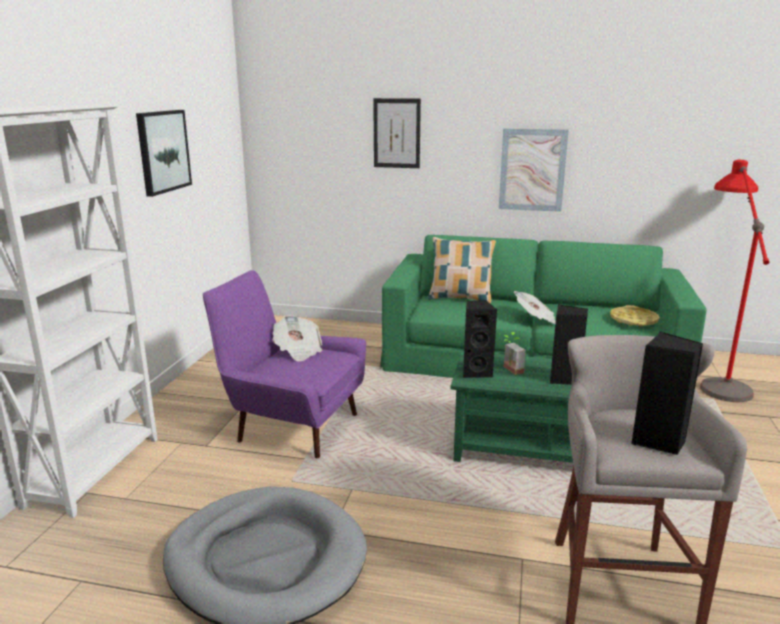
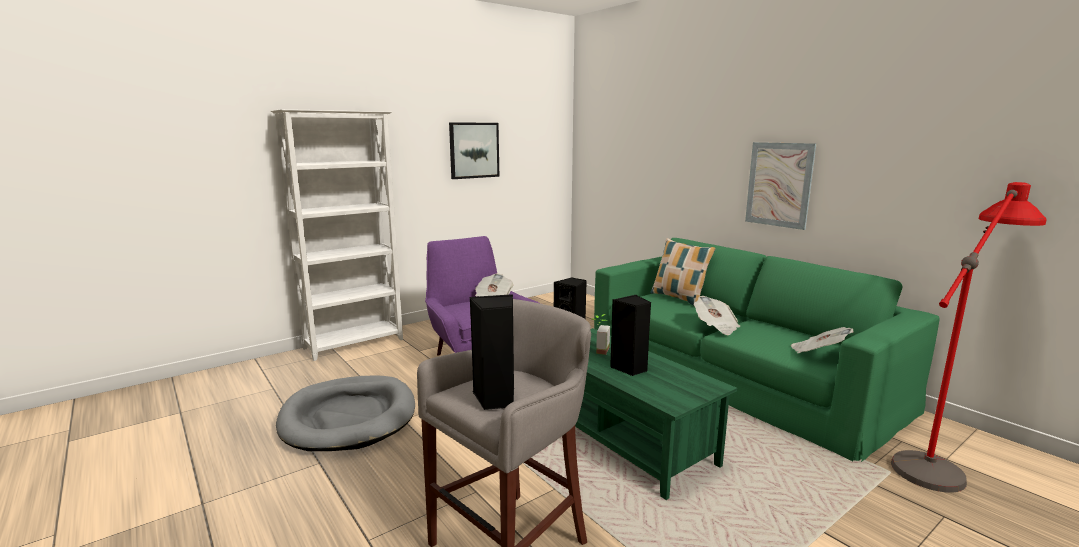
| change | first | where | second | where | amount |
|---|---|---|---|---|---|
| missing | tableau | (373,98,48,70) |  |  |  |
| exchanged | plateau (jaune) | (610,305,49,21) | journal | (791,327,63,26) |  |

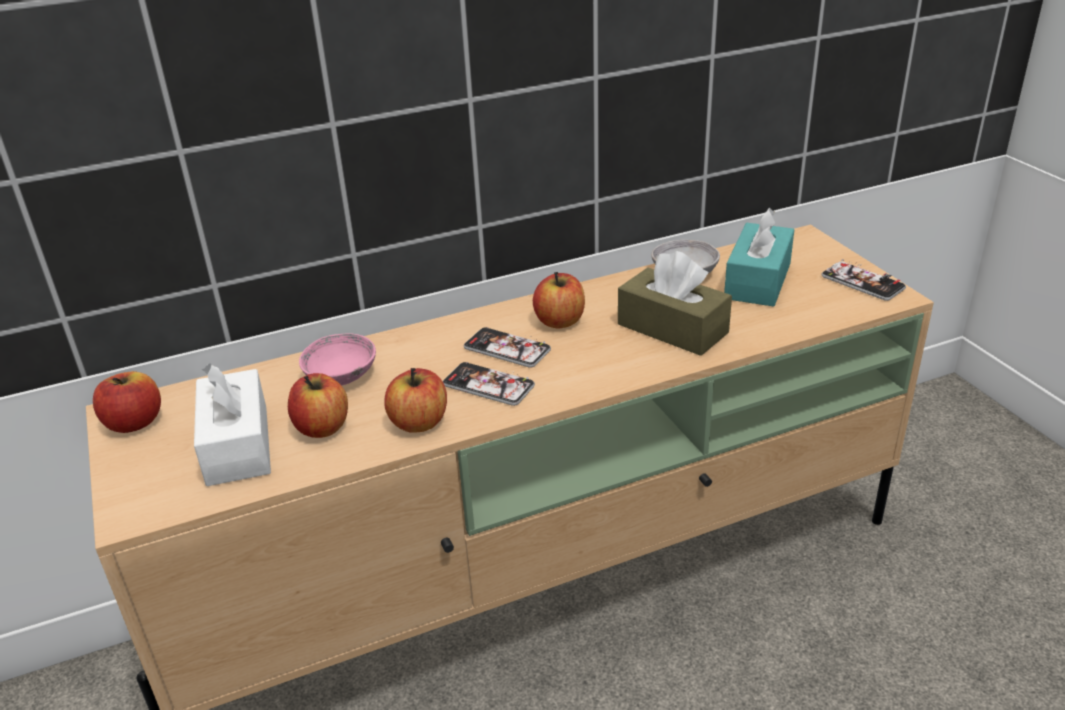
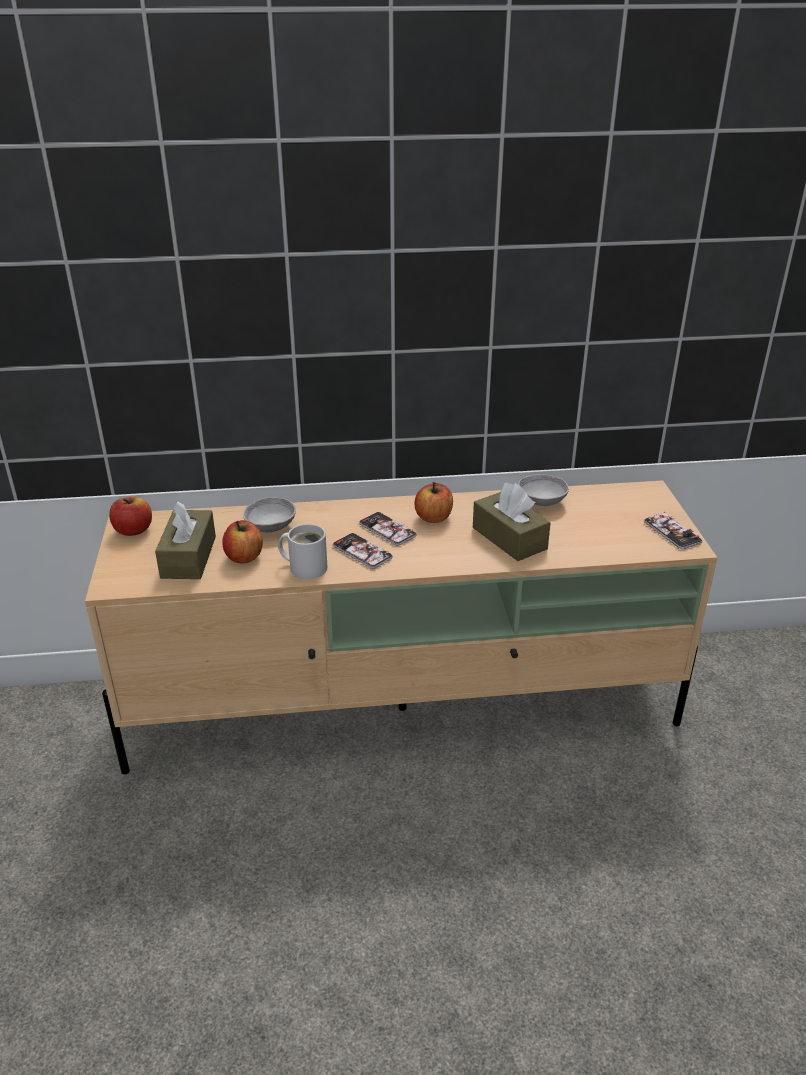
| change | first | where | second | where | amount |
|---|---|---|---|---|---|
| colour | boîte à mouchoirs (blanc) | (194,363,77,123) | boîte à mouchoirs (marron) | (155,501,61,78) |  |
| colour | bol (rose) | (299,333,77,52) | bol (gris) | (243,497,53,35) |  |
| exchanged | pomme | (384,368,63,64) | mug (blanc) | (278,524,49,55) |  |
| missing | boîte à mouchoirs (turquoise) | (724,208,70,99) |  |  |  |

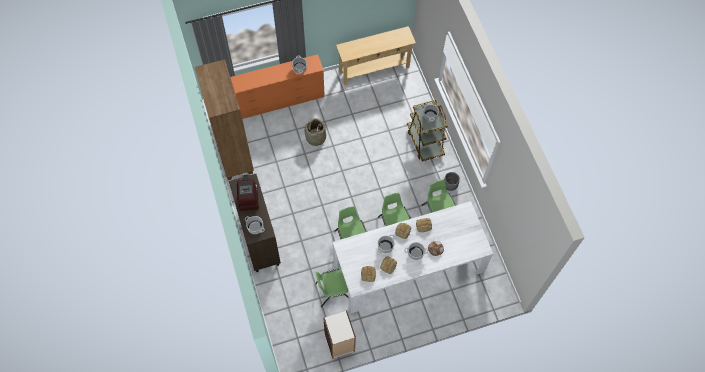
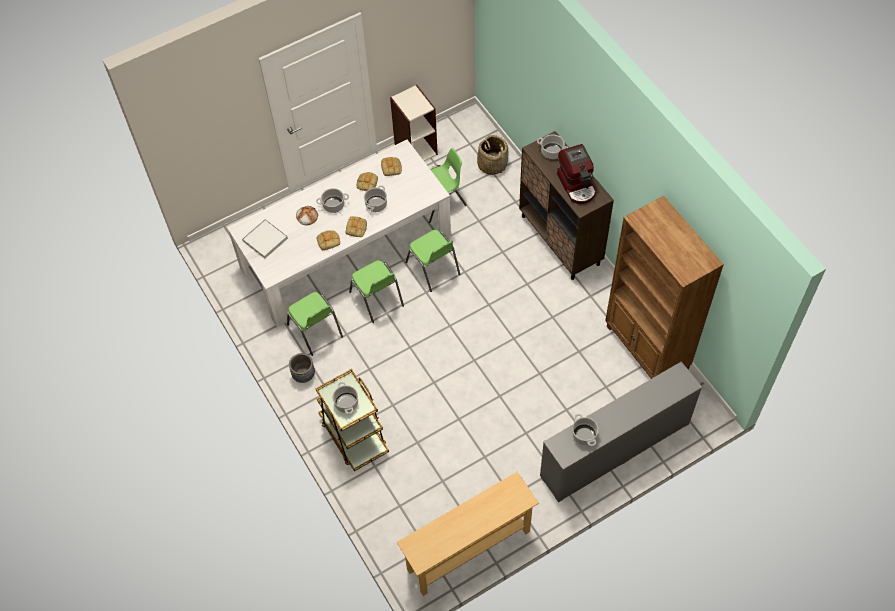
| change | first | where | second | where | amount |
|---|---|---|---|---|---|
| colour | commode (orange) | (230,54,95,65) | commode (gris) | (540,361,162,142) |  |
| relocated | panier | (305,118,21,29) |  | (477,135,31,40) |  |
| appeared |  |  | plateau (blanc) | (242,219,46,39) |  |

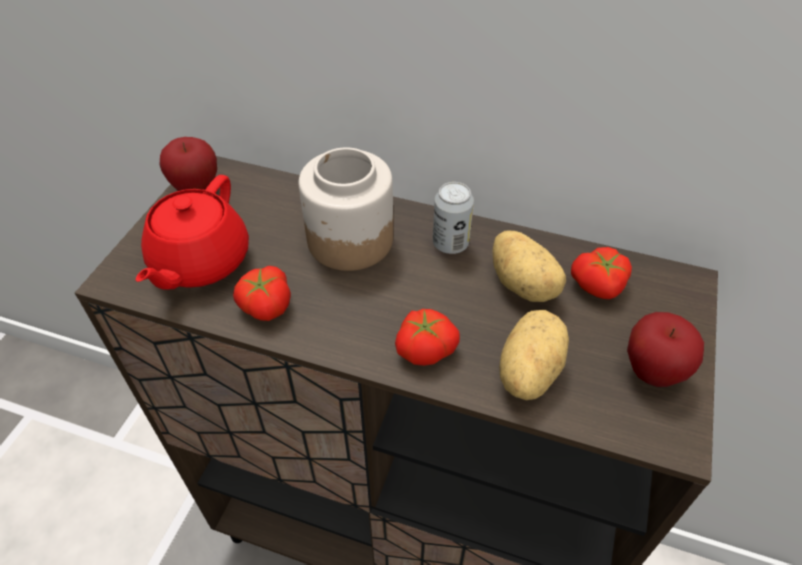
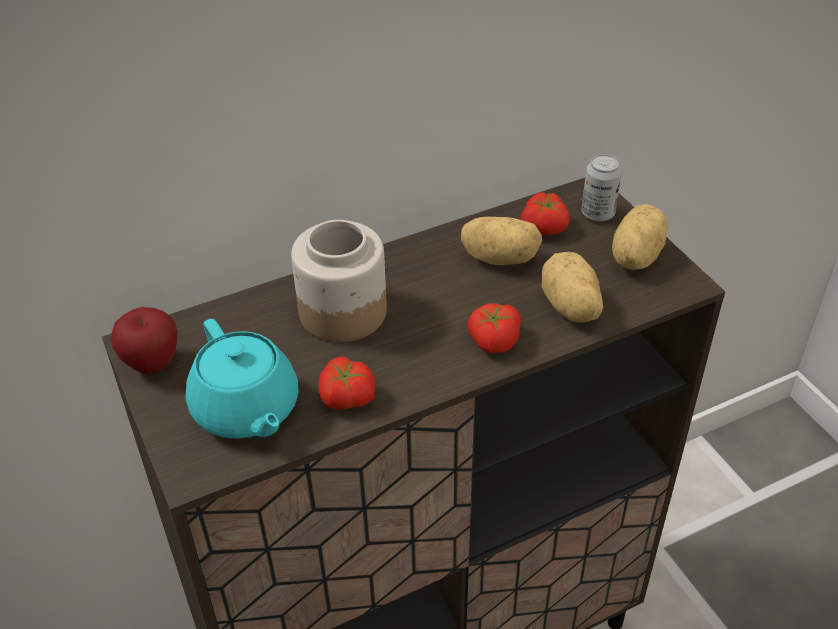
| change | first | where | second | where | amount |
|---|---|---|---|---|---|
| colour | théière (rouge) | (136,175,113,115) | théière (turquoise) | (185,319,113,120) |  |
| relocated | boîte métallique | (433,182,41,72) |  | (582,154,40,68) |  |
| exchanged | pomme | (627,312,77,75) | pomme de terre | (612,204,56,66) |  |

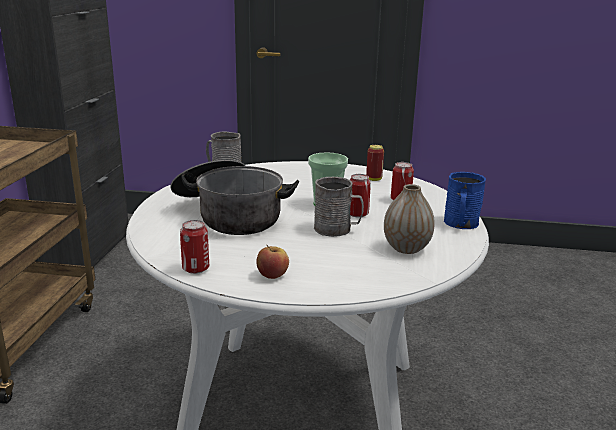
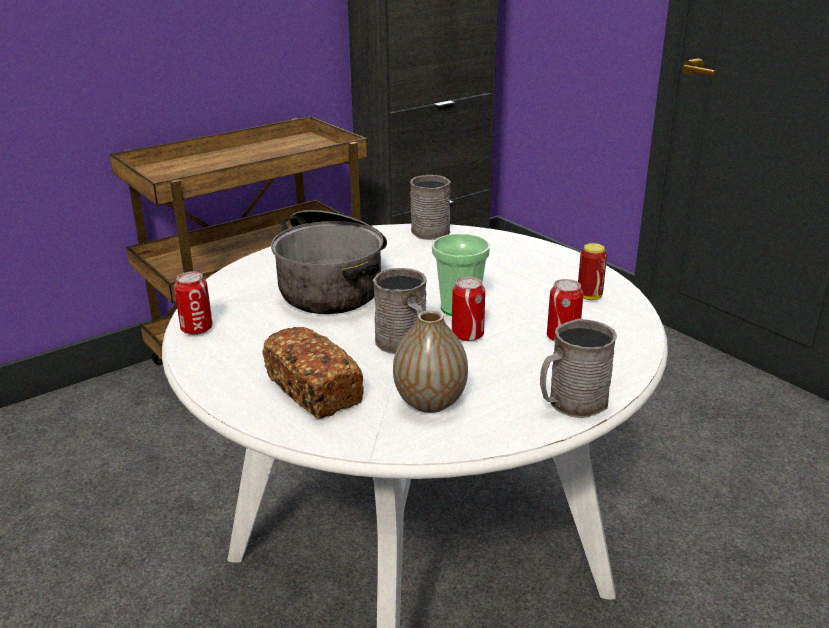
| change | first | where | second | where | amount |
|---|---|---|---|---|---|
| missing | pomme | (256,245,33,34) |  |  |  |
| colour | mug (bleu) | (444,172,42,57) | mug (gris) | (540,319,77,99) |  |
| appeared |  |  | pain | (262,327,102,92) |  |

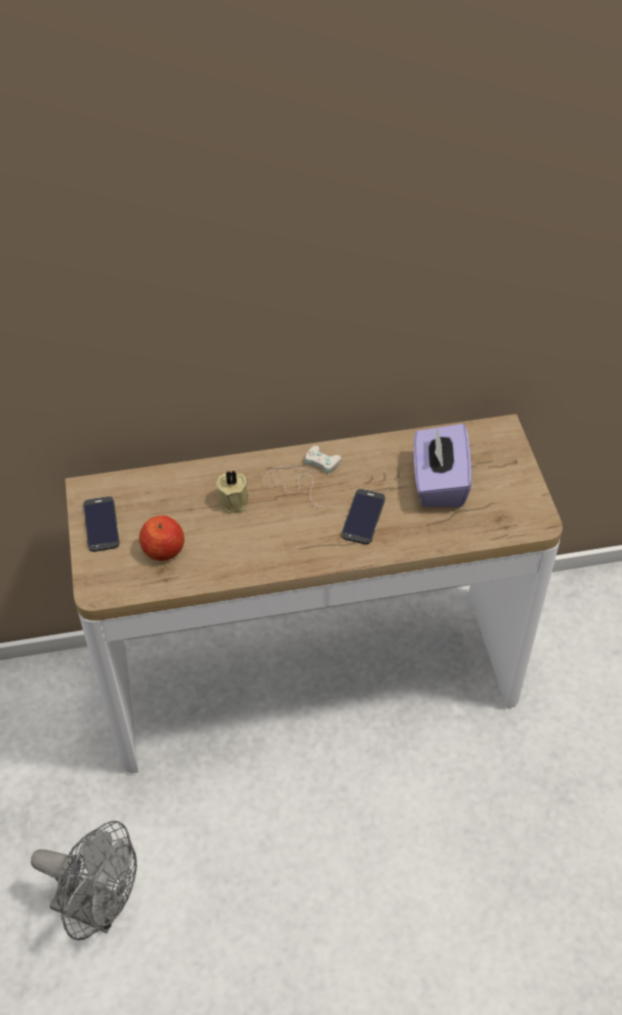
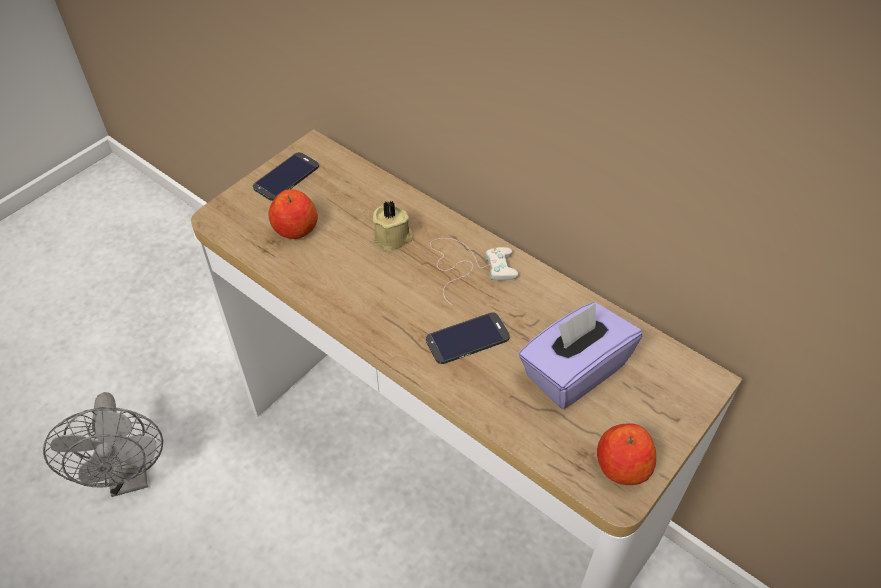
| change | first | where | second | where | amount |
|---|---|---|---|---|---|
| appeared |  |  | pomme | (597,423,59,62) |  |

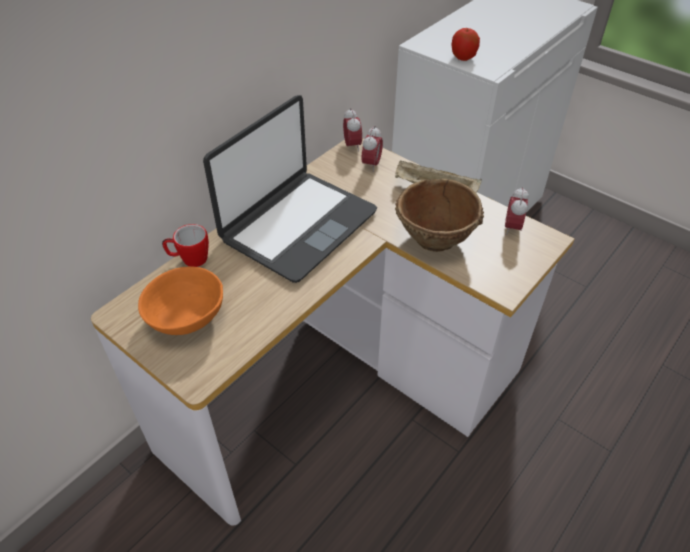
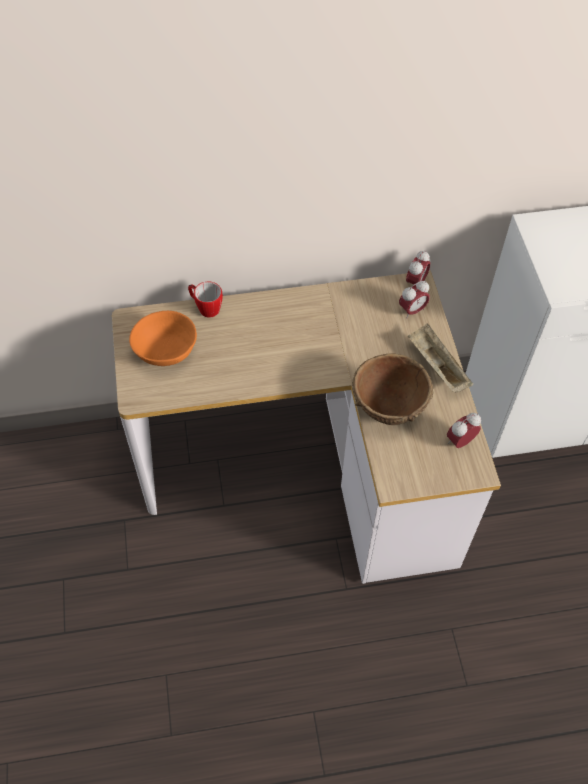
| change | first | where | second | where | amount |
|---|---|---|---|---|---|
| missing | ordinateur portable | (203,95,174,188) |  |  |  |
| missing | pomme | (451,28,29,33) |  |  |  |

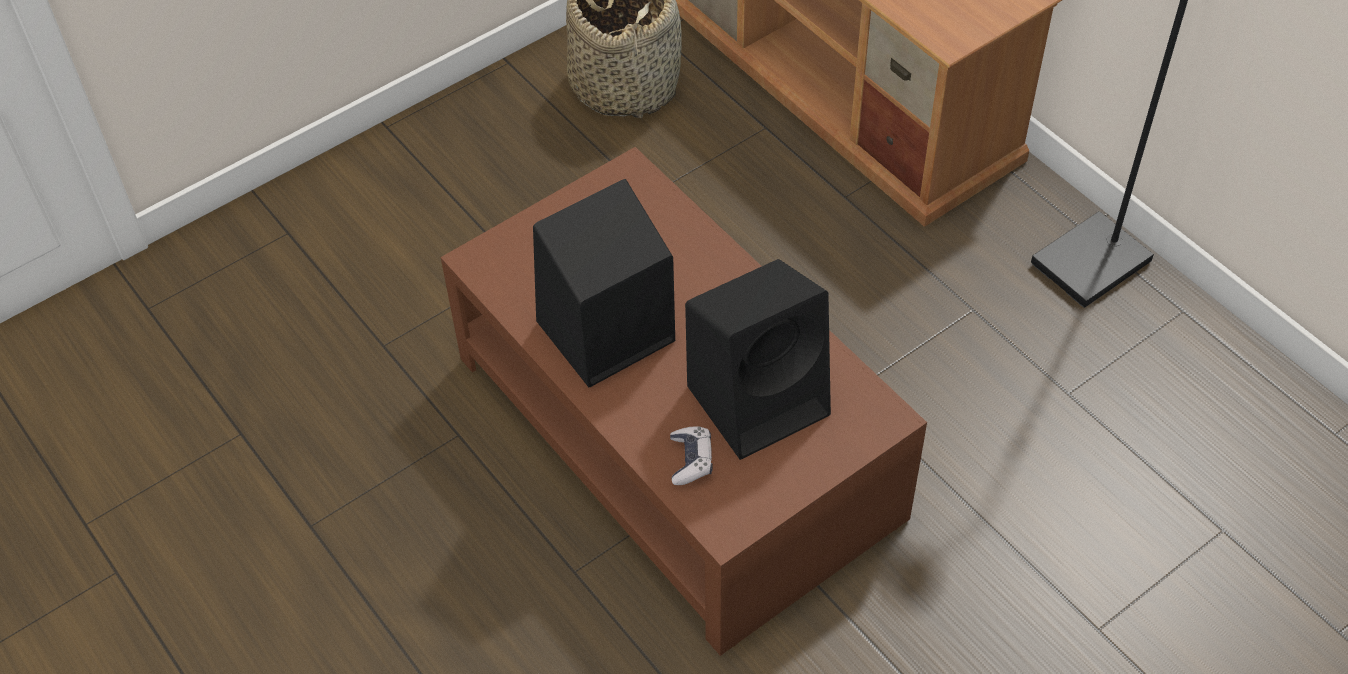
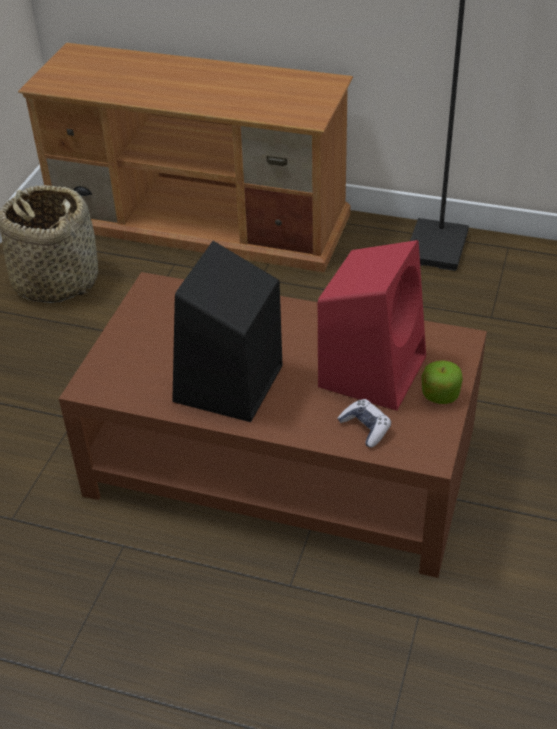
| change | first | where | second | where | amount |
|---|---|---|---|---|---|
| colour | enceinte (noir) | (685,259,146,201) | enceinte (rouge) | (318,240,108,171) |  |
| appeared |  |  | pomme | (421,360,42,44) |  |

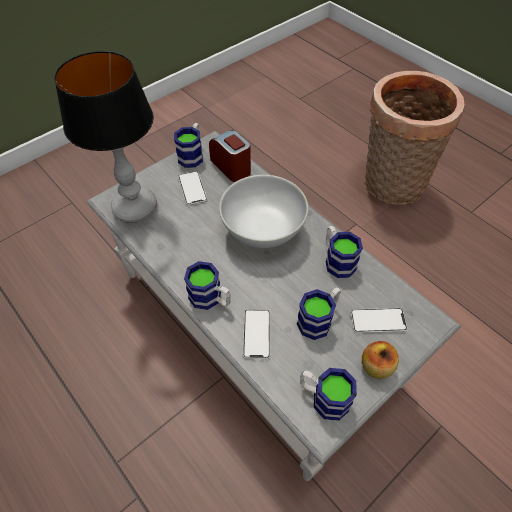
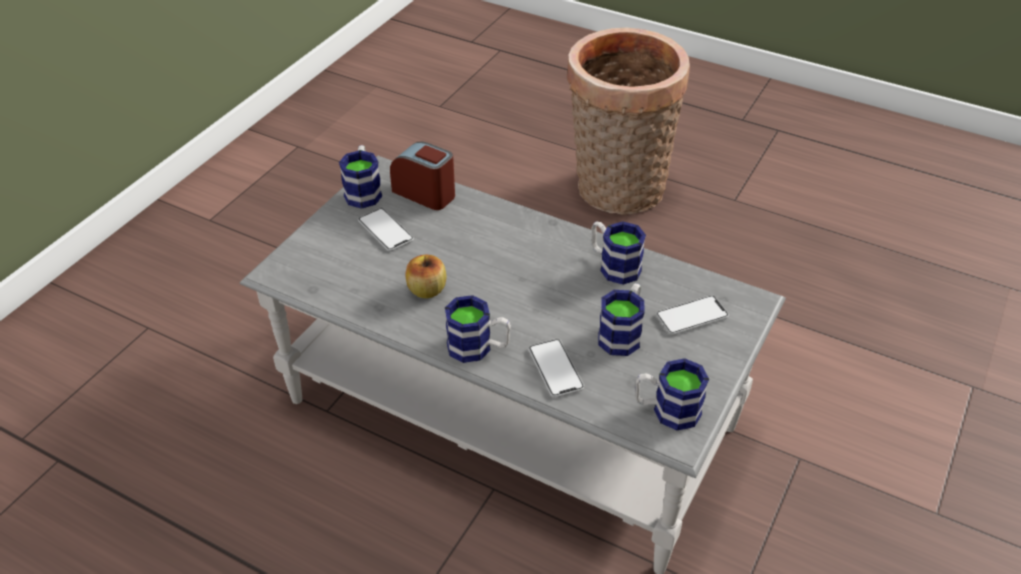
| change | first | where | second | where | amount |
|---|---|---|---|---|---|
| missing | lampe de table | (54,51,103,172) |  |  |  |
| missing | bol (blanc) | (219,175,89,73) |  |  |  |
| relocated | pomme | (362,341,37,38) |  | (405,255,41,43) |  |

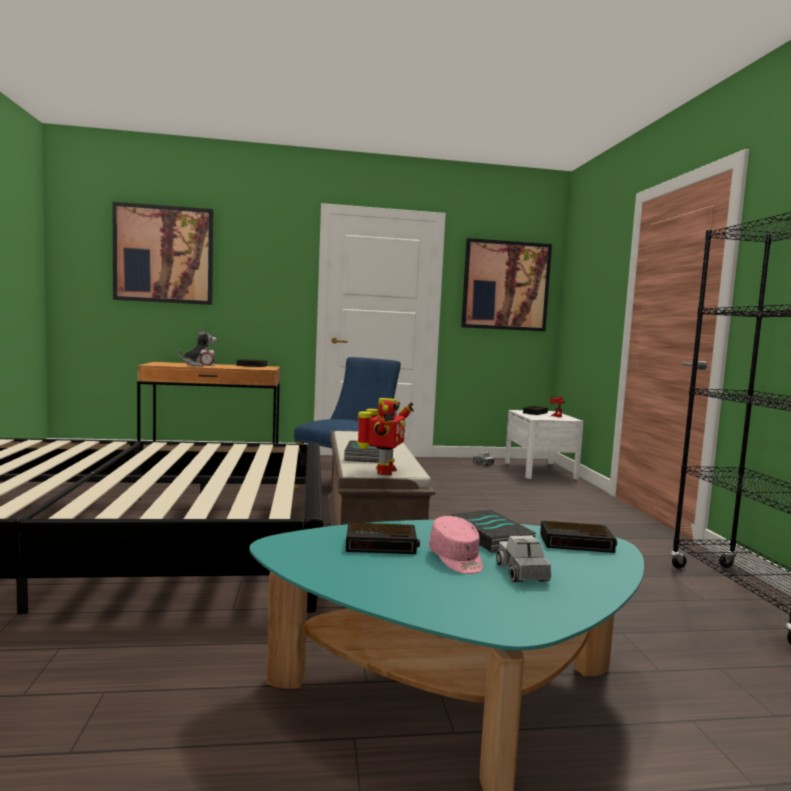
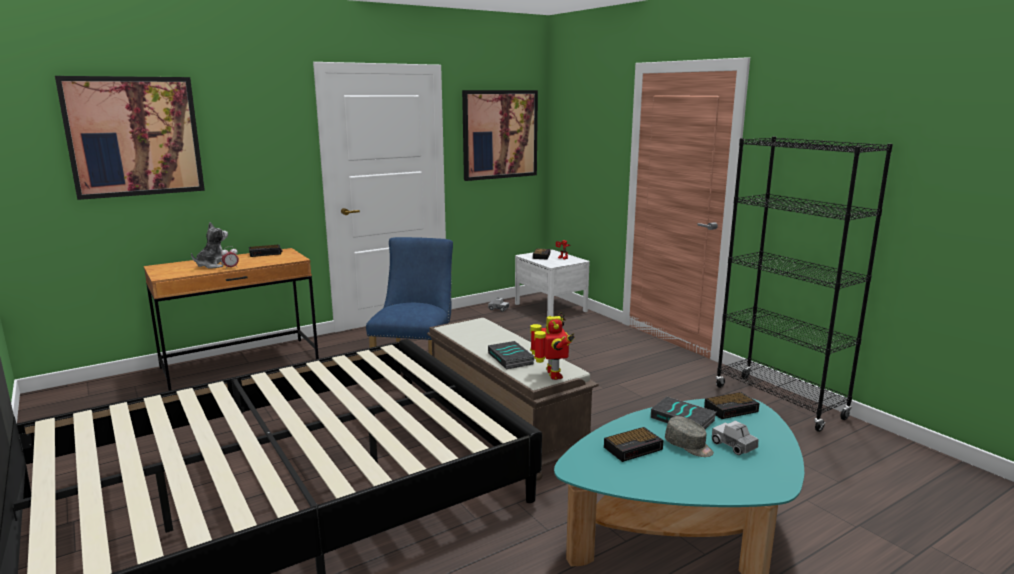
| change | first | where | second | where | amount |
|---|---|---|---|---|---|
| colour | casquette (rose) | (429,516,54,58) | casquette (gris) | (665,416,49,41) |  |

